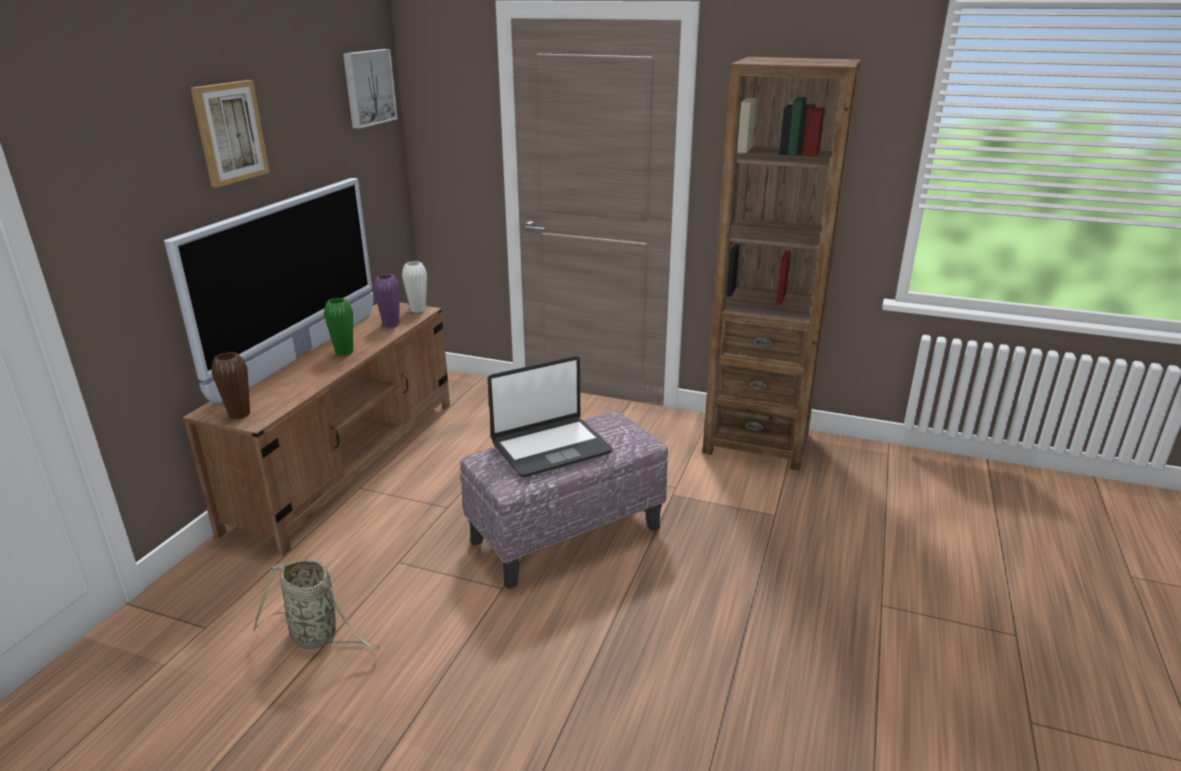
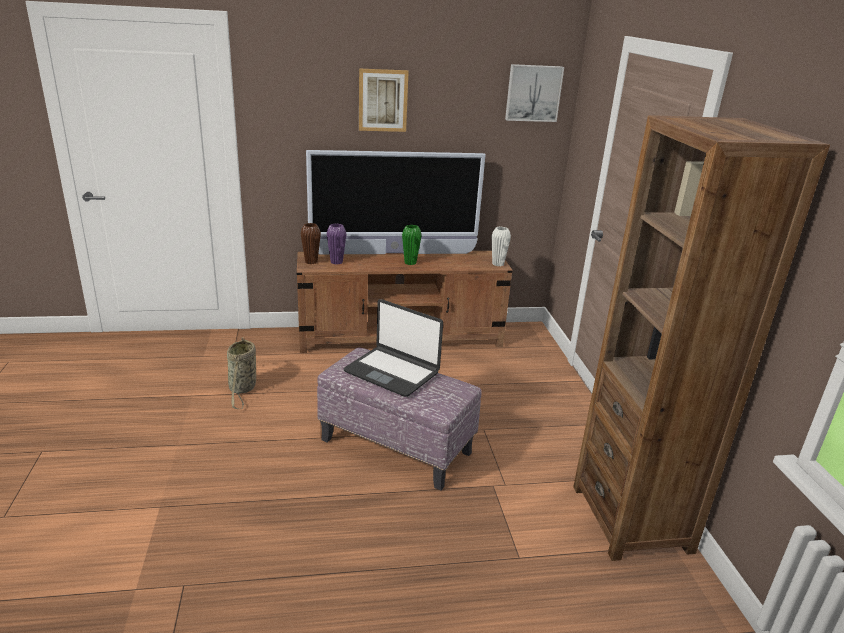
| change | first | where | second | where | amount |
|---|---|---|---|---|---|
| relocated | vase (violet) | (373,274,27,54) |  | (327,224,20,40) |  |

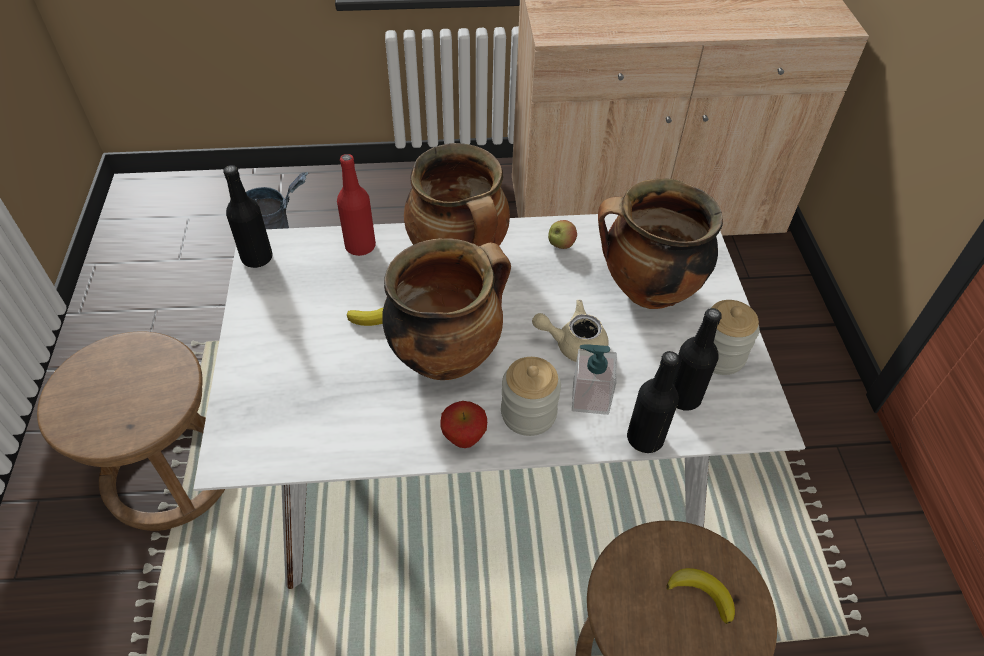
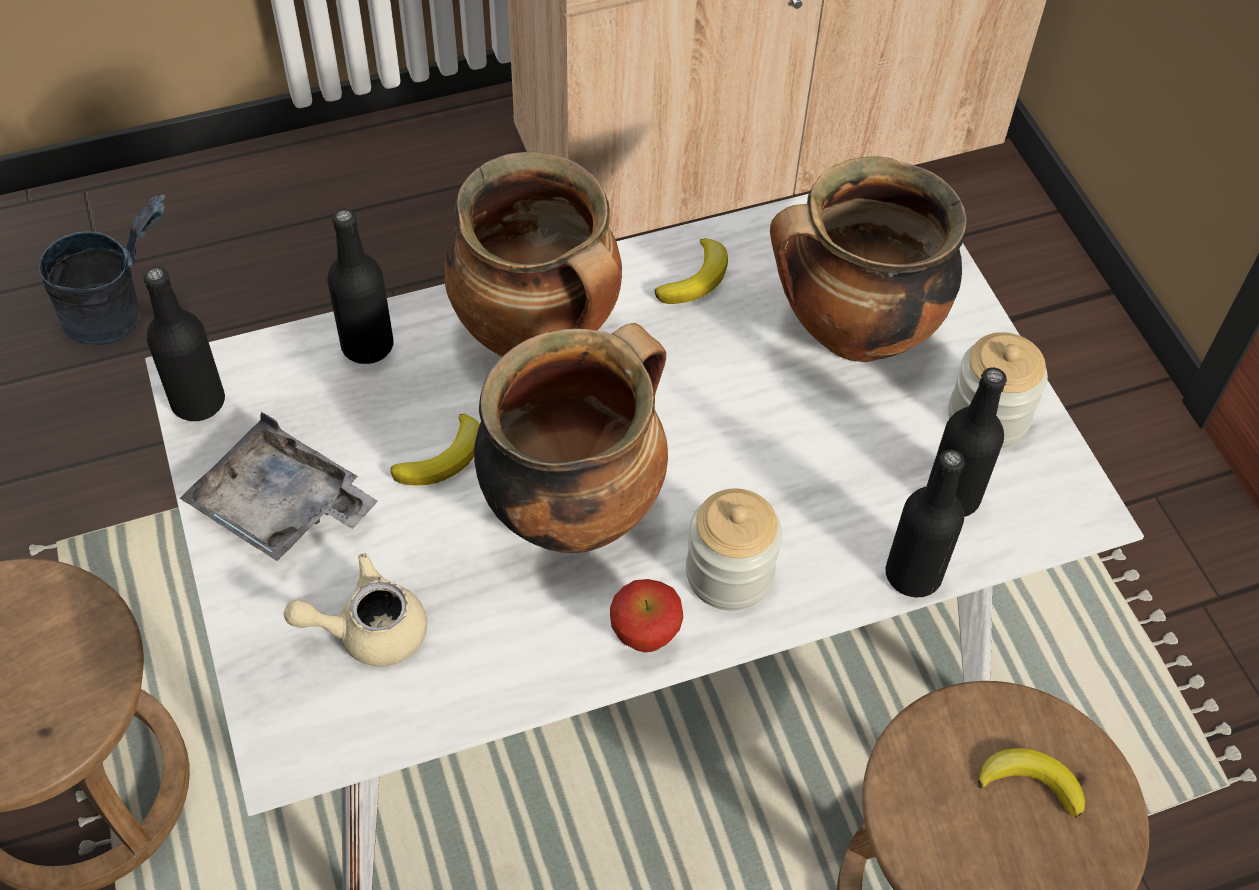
| change | first | where | second | where | amount |
|---|---|---|---|---|---|
| colour | bouteille (rouge) | (337,154,39,102) | bouteille (noir) | (327,208,66,156) |  |
| relocated | théière (beige) | (532,300,76,62) |  | (284,553,143,114) |  |
| exchanged | pomme | (548,220,29,29) | banane | (655,238,73,66) |  |
| missing | distributeur de savon | (572,345,45,70) |  |  |  |
| appeared |  |  | plateau (gris) | (180,412,198,149) |  |

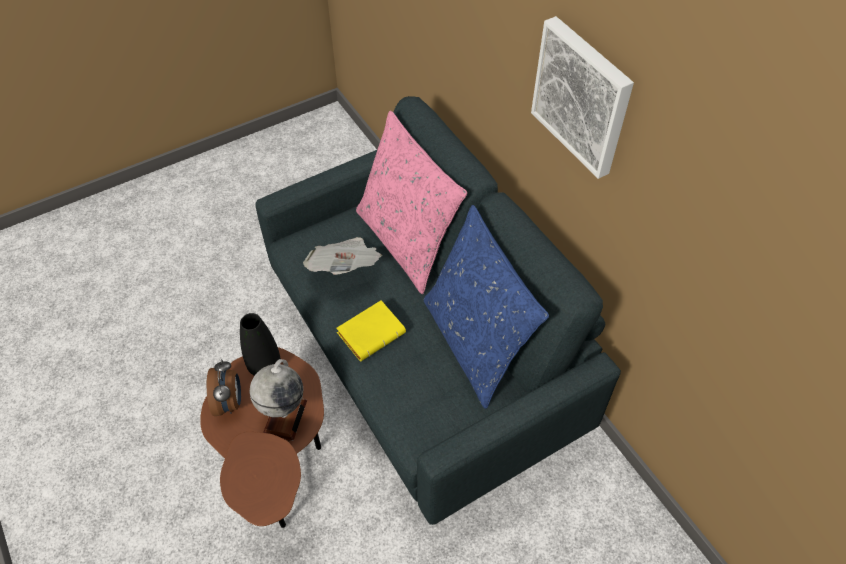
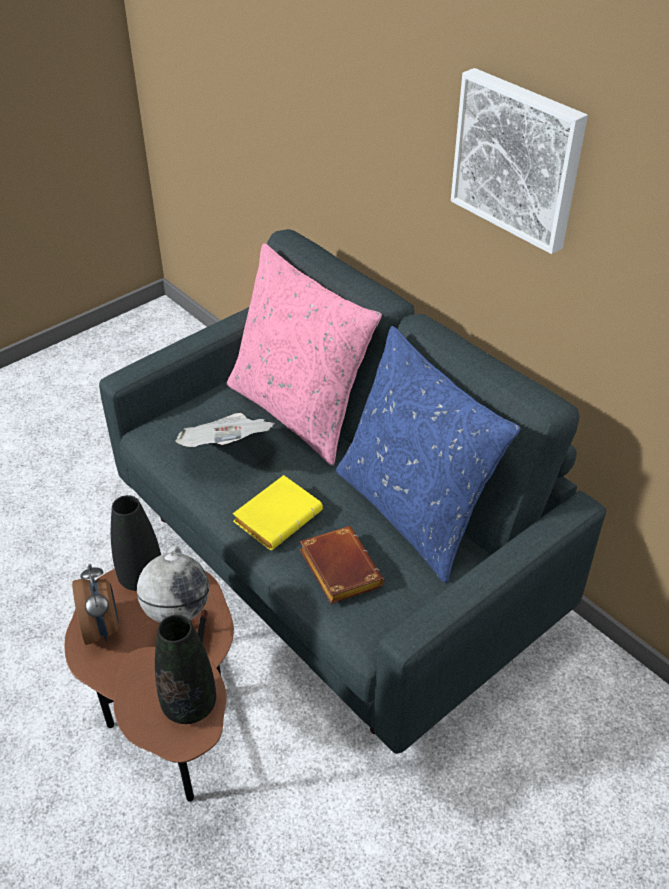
| change | first | where | second | where | amount |
|---|---|---|---|---|---|
| appeared |  |  | vase (noir) | (155,615,61,109) |  |
| appeared |  |  | livre (marron) | (300,526,85,78) |  |

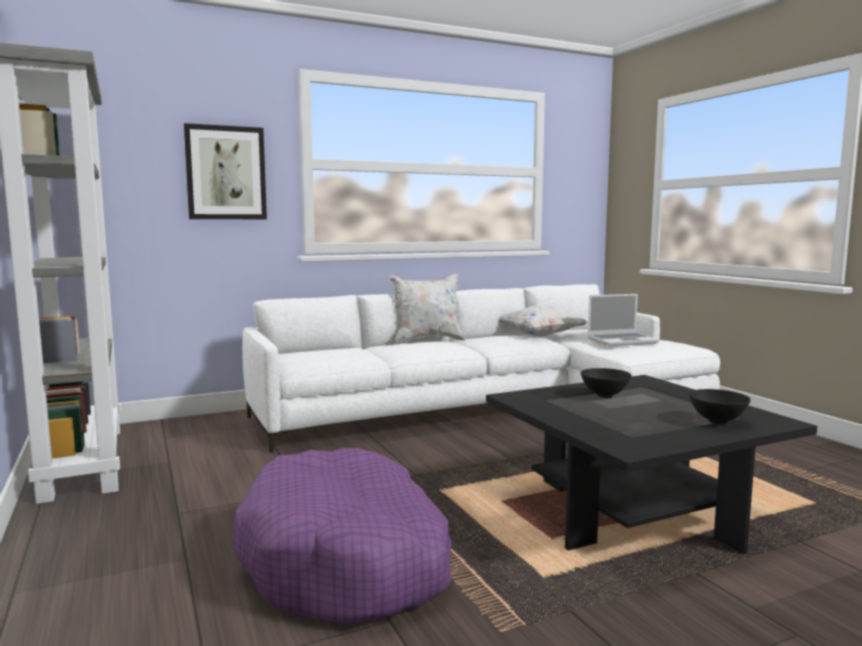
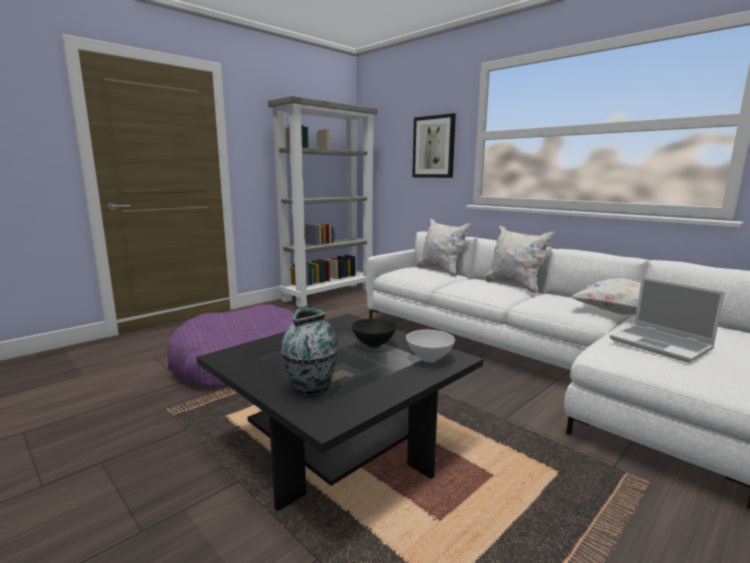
| change | first | where | second | where | amount |
|---|---|---|---|---|---|
| exchanged | bol (noir) | (689,389,62,35) | vase | (281,308,58,89) |  |
| appeared |  |  | bol (blanc) | (406,330,49,32) |  |
| appeared |  |  | coussin (blanc) | (417,219,54,58) |  |

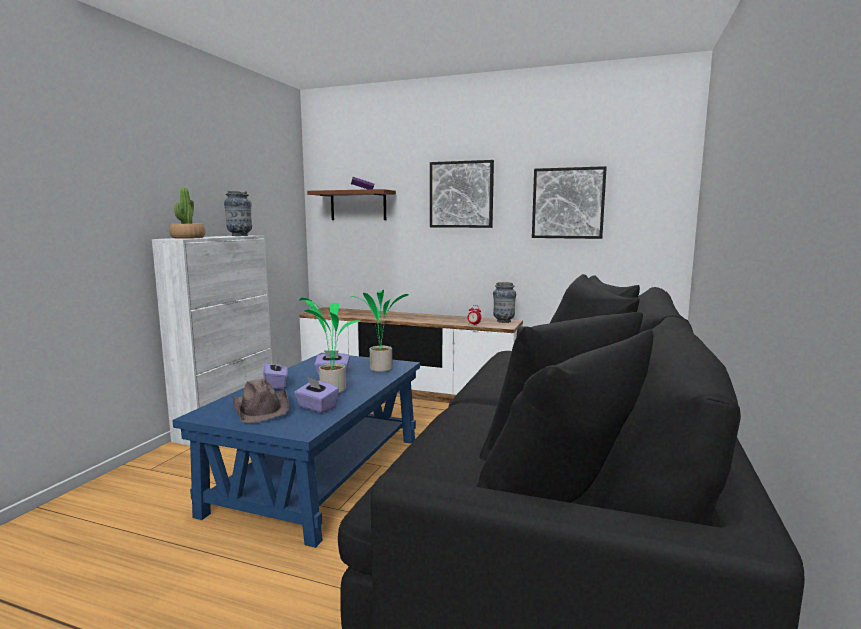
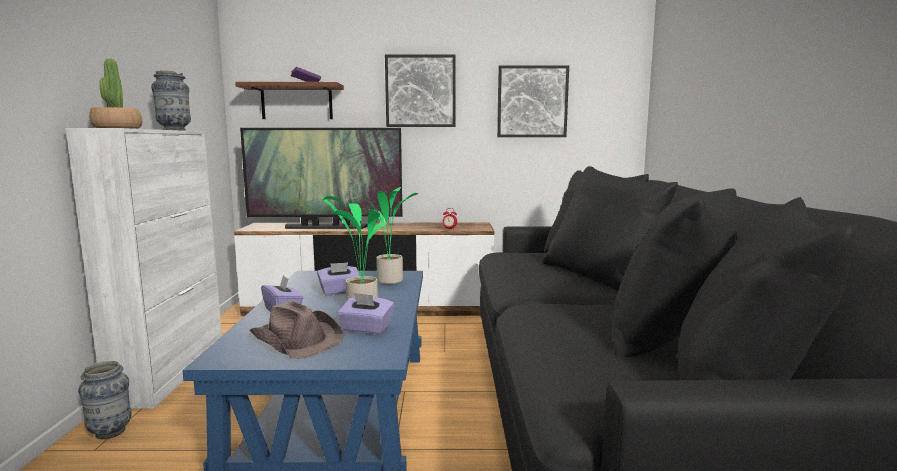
| change | first | where | second | where | amount |
|---|---|---|---|---|---|
| relocated | vase | (493,282,23,41) |  | (78,361,54,78) |  |
| appeared |  |  | téléviseur | (240,128,162,101) |  |

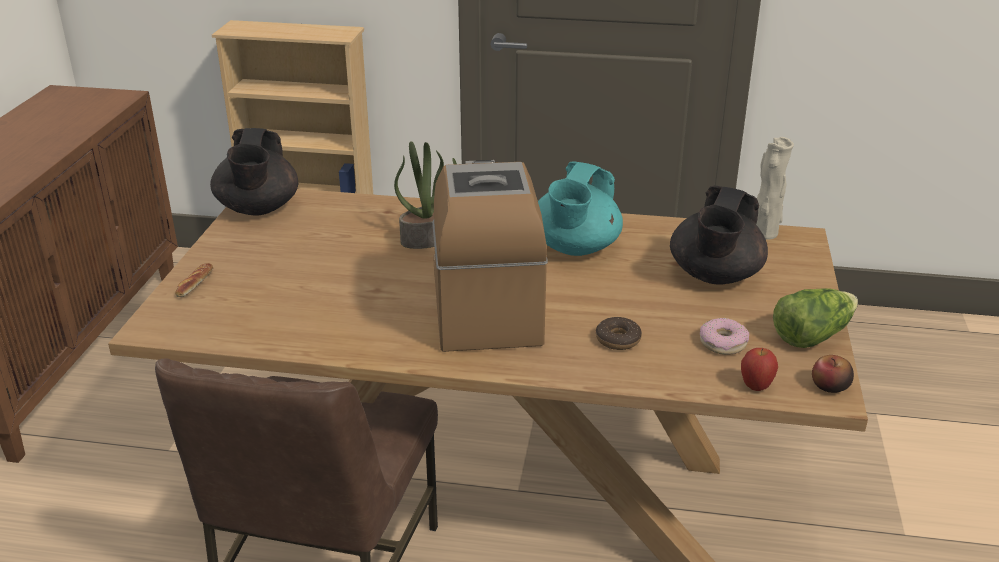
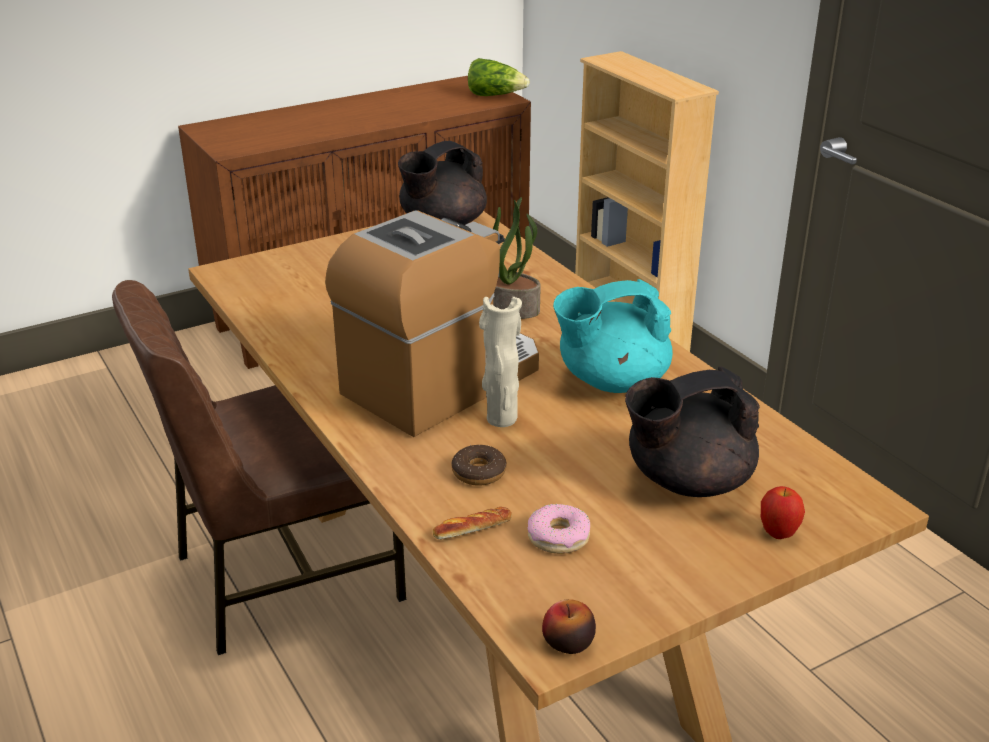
| change | first | where | second | where | amount |
|---|---|---|---|---|---|
| relocated | pain | (175,263,38,34) |  | (433,507,79,33) |  |
| relocated | pomme | (741,348,37,43) |  | (761,486,44,53) |  |
| relocated | vase (beige) | (756,137,38,103) |  | (479,297,43,130) |  |
| relocated | laitue | (773,288,85,60) |  | (468,58,62,38) |  |

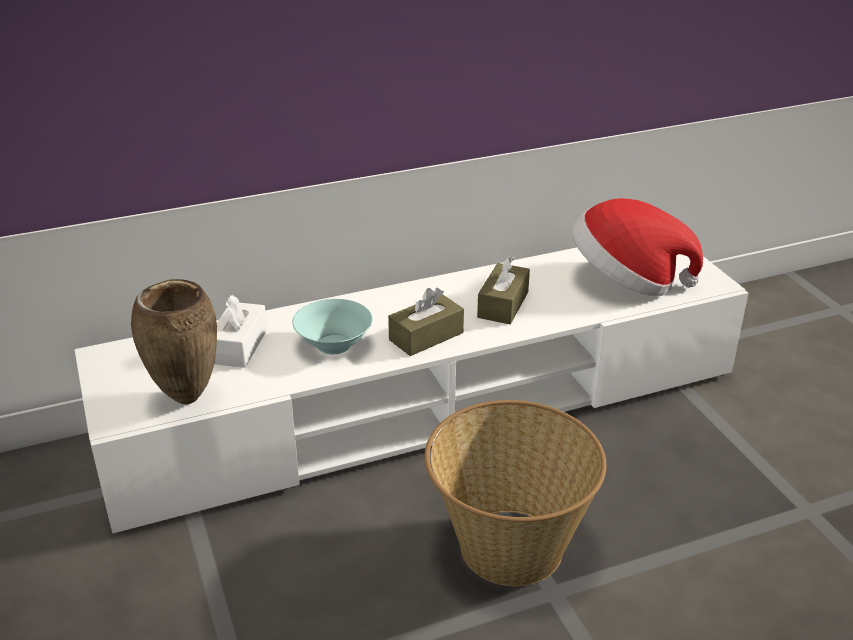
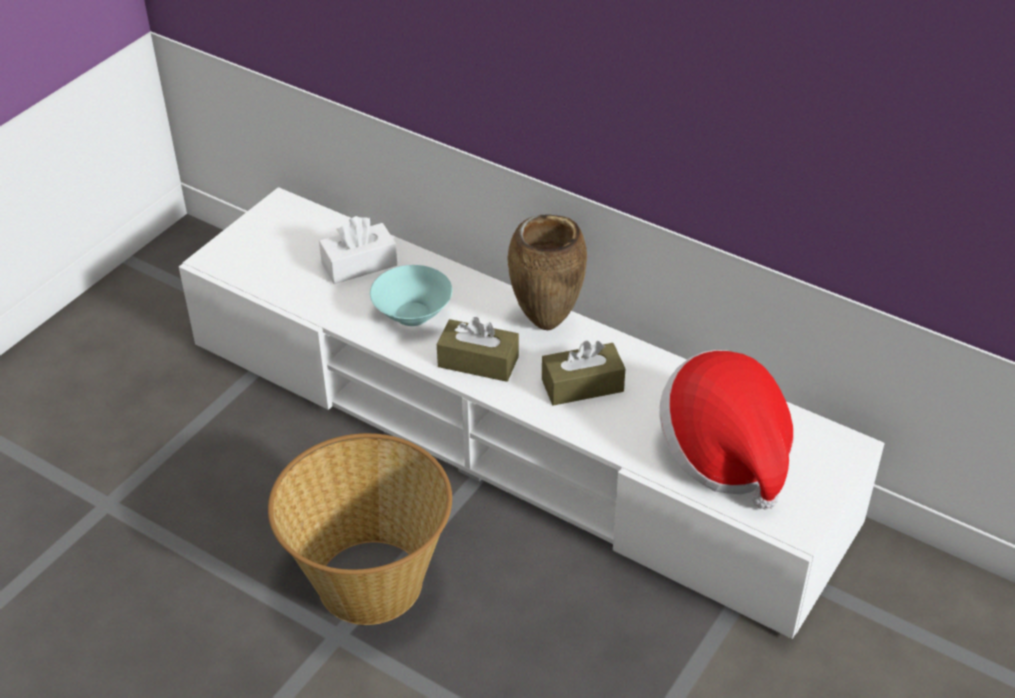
| change | first | where | second | where | amount |
|---|---|---|---|---|---|
| relocated | vase (marron) | (131,279,86,126) |  | (507,214,80,116) |  |

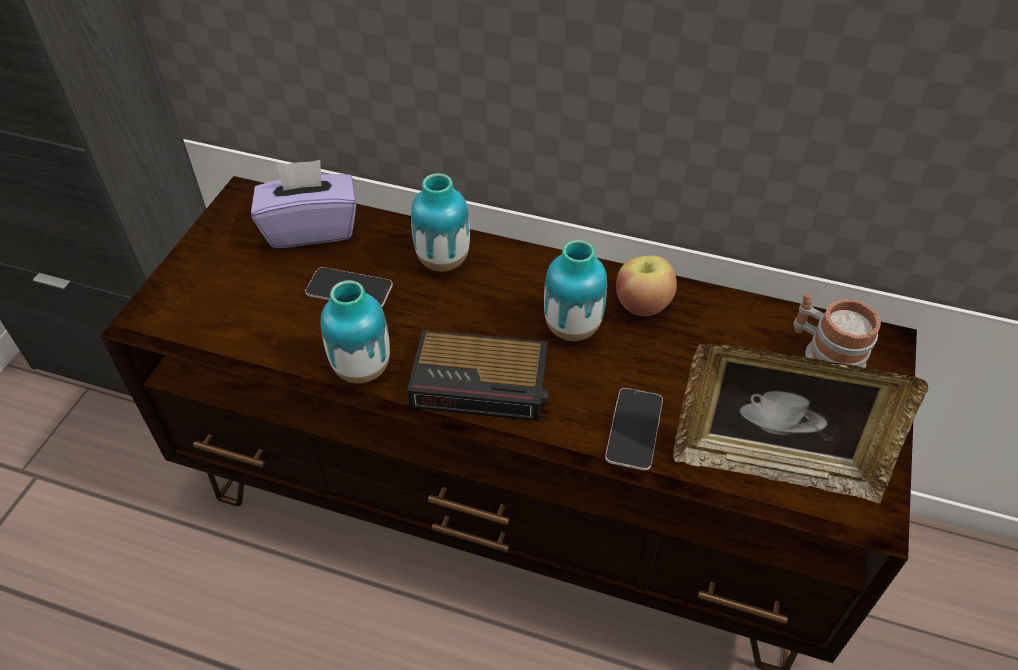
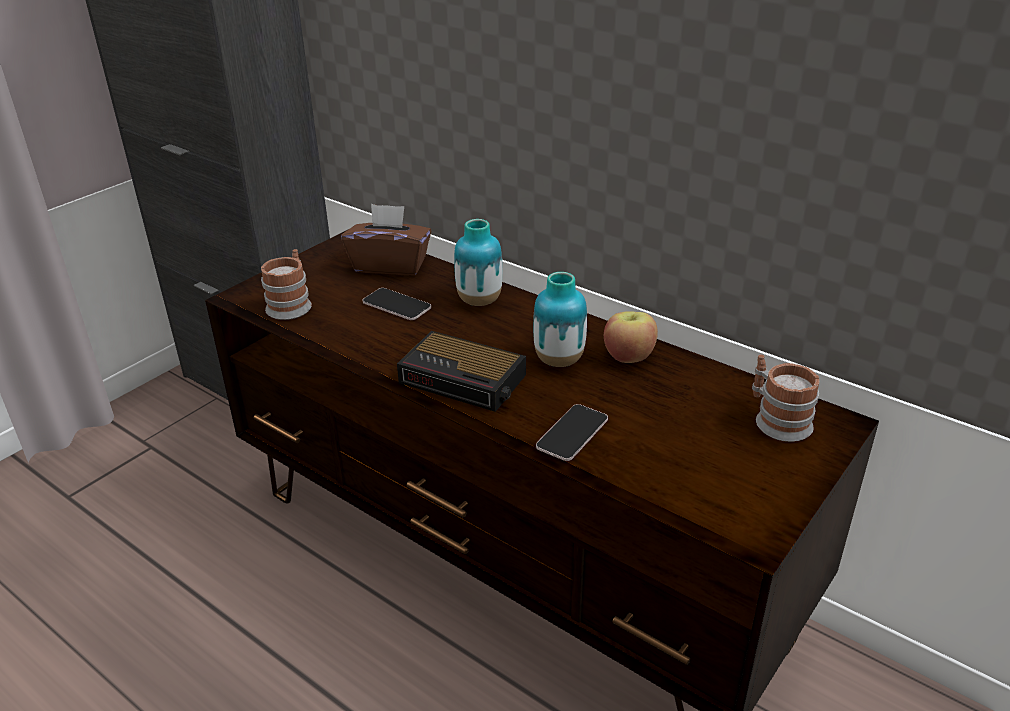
| change | first | where | second | where | amount |
|---|---|---|---|---|---|
| colour | boîte à mouchoirs (violet) | (251,160,105,88) | boîte à mouchoirs (marron) | (341,204,91,71) |  |
| missing | vase | (321,280,69,104) |  |  |  |
| missing | cadre photo | (673,344,255,159) |  |  |  |
| appeared |  |  | mug | (261,249,51,71) |  |

